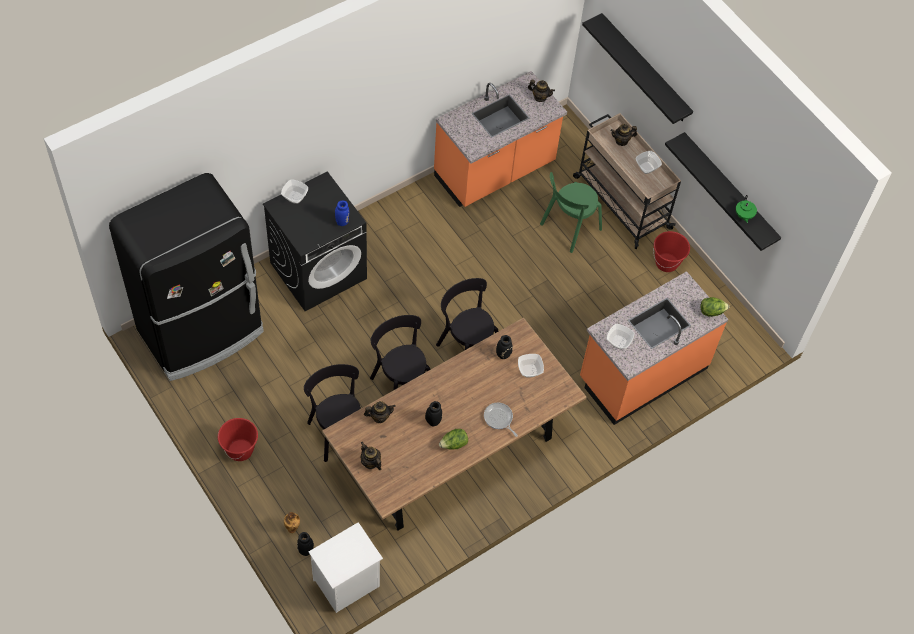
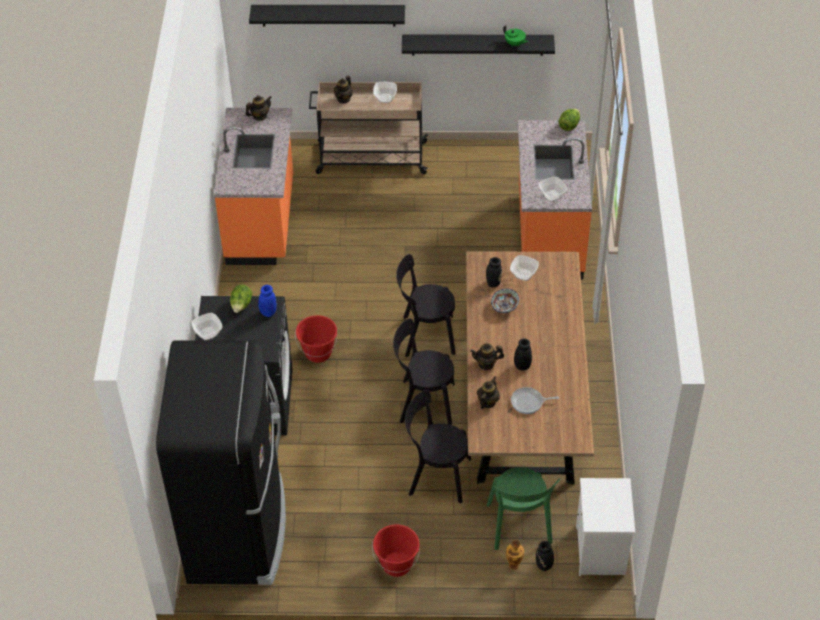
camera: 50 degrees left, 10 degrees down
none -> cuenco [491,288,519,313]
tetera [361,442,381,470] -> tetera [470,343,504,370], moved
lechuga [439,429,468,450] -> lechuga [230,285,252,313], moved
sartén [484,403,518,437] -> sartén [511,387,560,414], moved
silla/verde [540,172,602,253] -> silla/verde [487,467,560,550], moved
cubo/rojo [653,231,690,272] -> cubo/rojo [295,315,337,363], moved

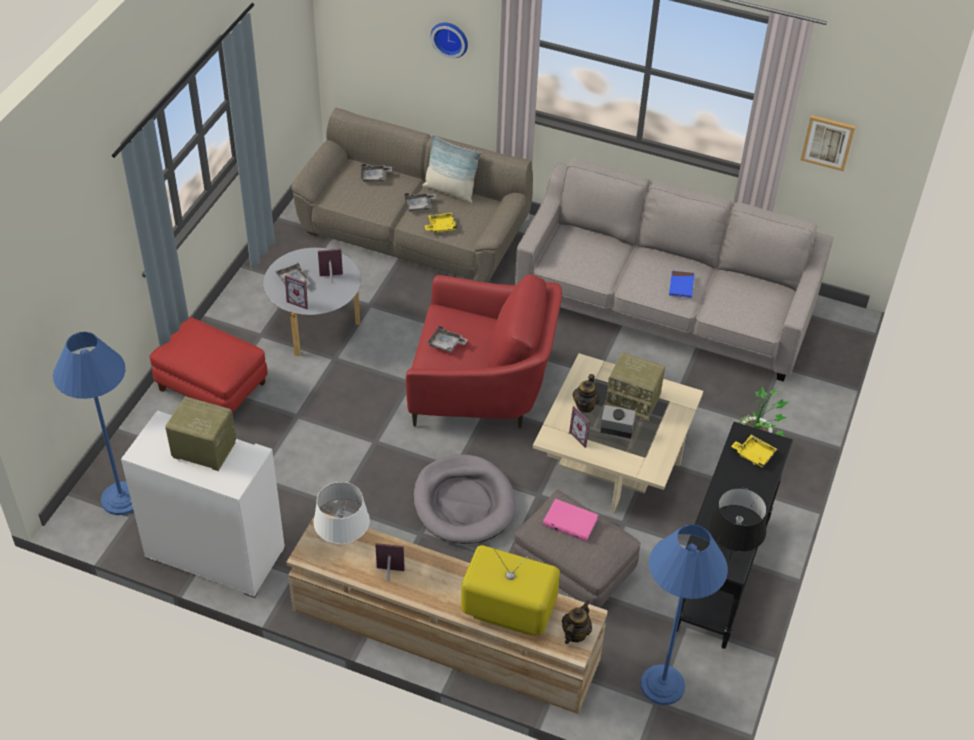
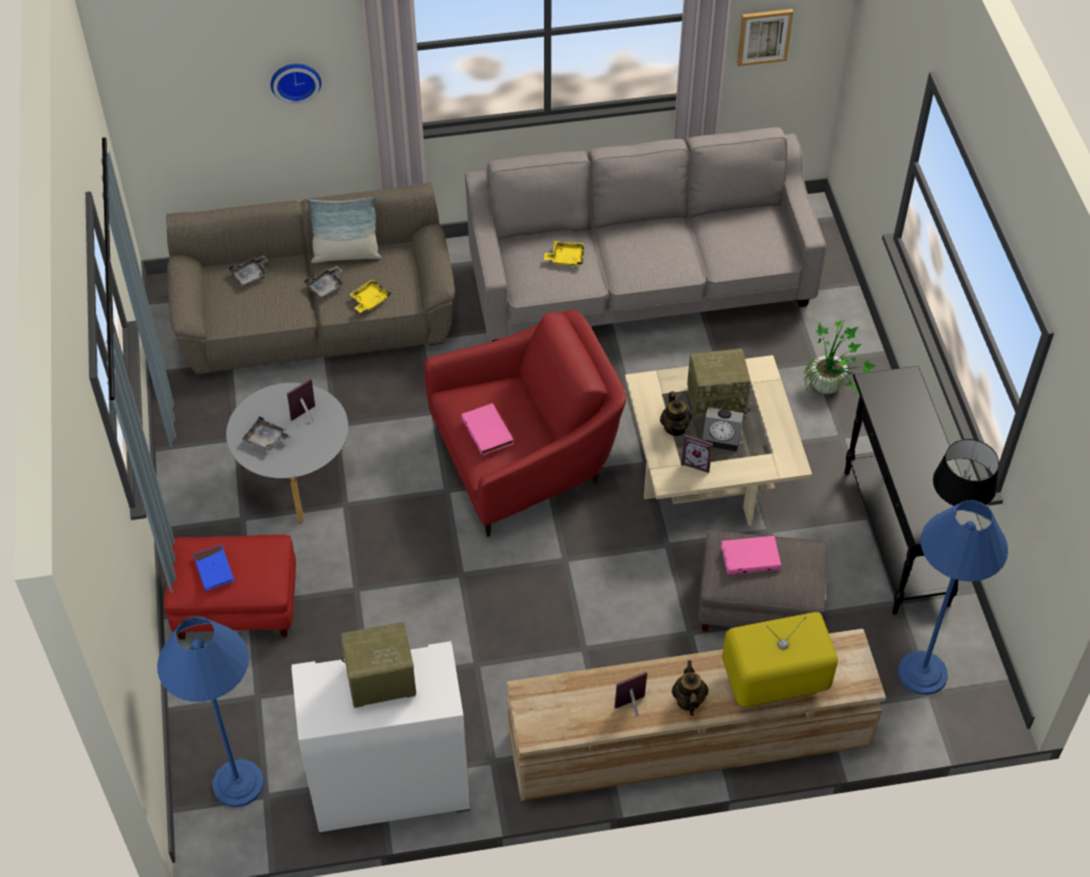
camera: 30 degrees left, 5 degrees up
portarretratos [285,275,308,309] -> none
lámpara de mesa/blanco [314,482,370,550] -> none
cama para perro/gris [413,454,516,544] -> none
tetera [562,600,592,644] -> tetera [672,660,709,716], moved
libro/azul [669,271,695,298] -> libro/azul [193,545,234,591], moved
bandeja/amarillo [731,435,777,467] -> bandeja/amarillo [544,241,585,266], moved
bandeja/gris [427,326,468,352] -> libro/rosa [461,403,513,456]
despertador [600,405,636,439] -> despertador [702,407,743,451], 150 degrees counterclockwise

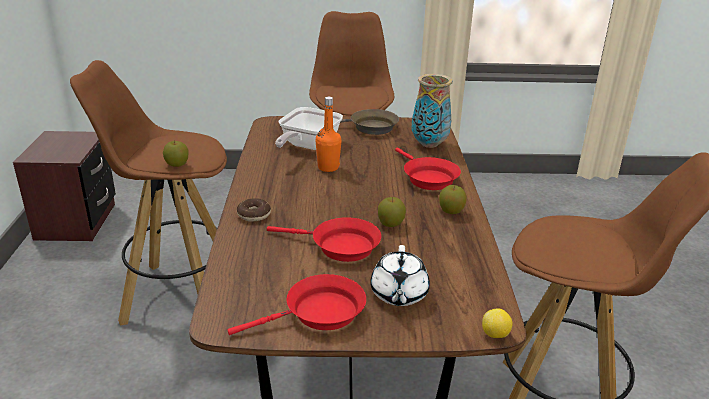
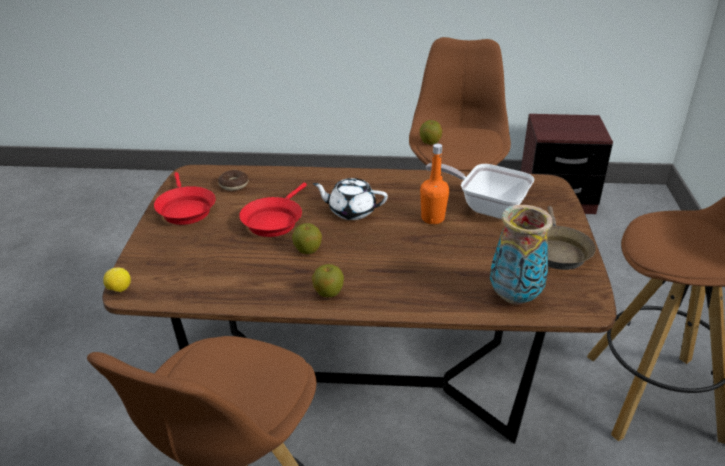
camera: 95 degrees right, 5 degrees up
sartén/rojo [395,148,461,190] -> none
rosquilla [237,198,271,222] -> rosquilla [218,170,248,191], moved
tetera/blanco [370,245,430,306] -> tetera/blanco [312,178,388,220], moved

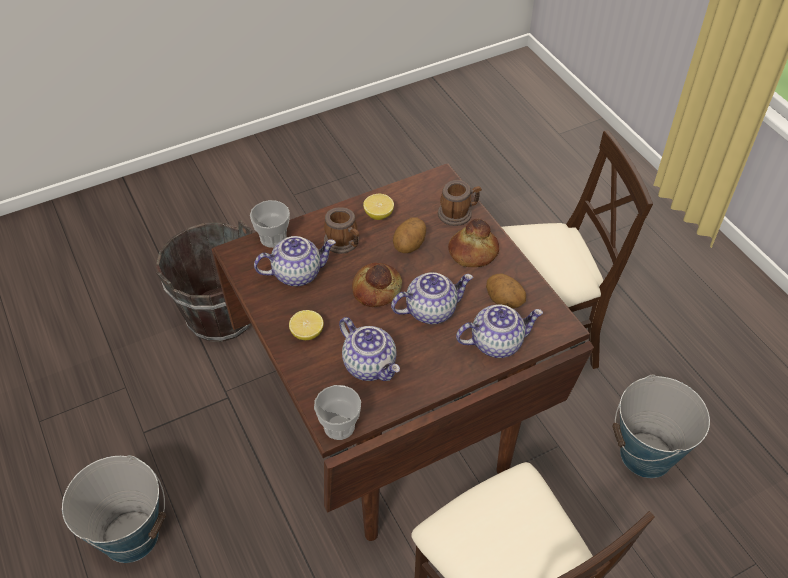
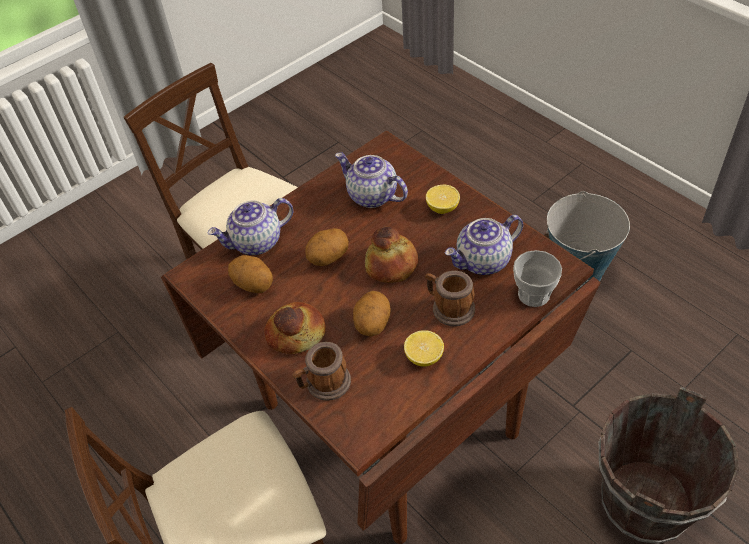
camera: 170 degrees right, 0 degrees up
taza [314,385,361,440] -> none
cubo [612,374,710,478] -> none
tetera [391,272,473,324] -> patata [305,228,349,266]

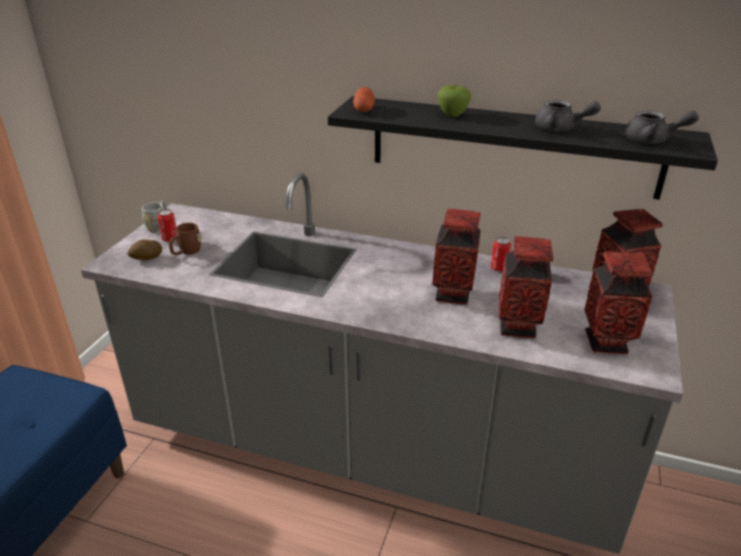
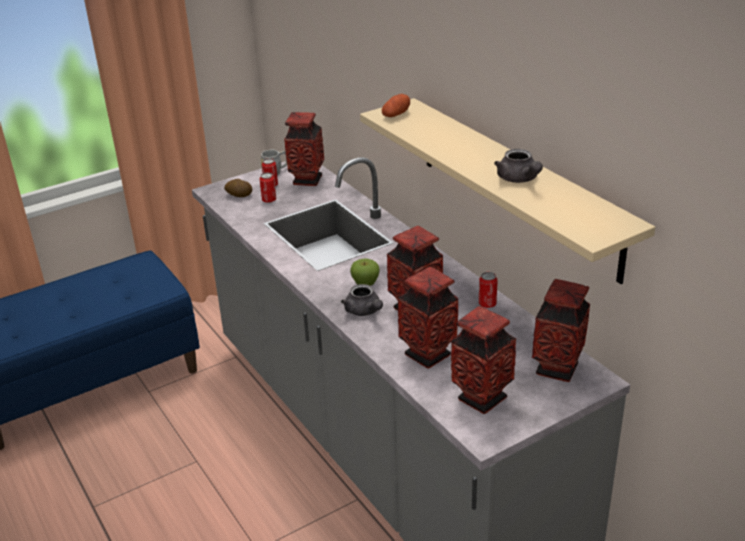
camera: 40 degrees right, 0 degrees up
none -> florero [284,112,325,186]
manzana [438,85,471,117] -> manzana [350,259,380,286], moved
tetera/gris [624,110,699,144] -> tetera/gris [341,284,383,316], moved
taza grande/marrón [169,223,201,255] -> lata [260,172,276,203]
estante/negro [328,96,718,200] -> estante/beis [360,98,655,284]

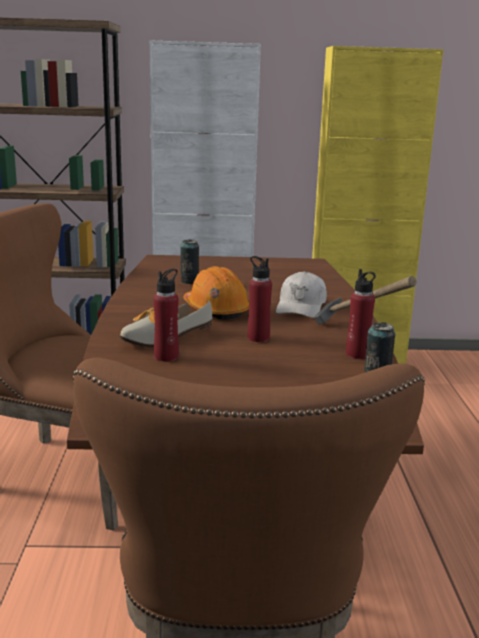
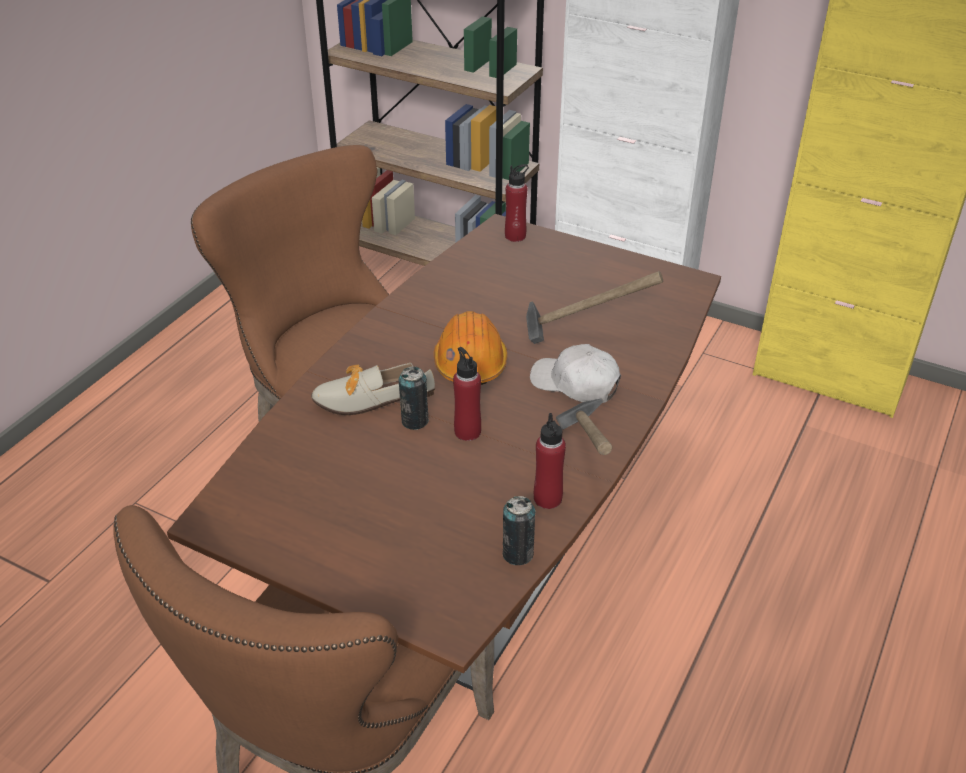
camera: 30 degrees right, 20 degrees up
none -> martillo [526,271,663,344]
botella/rojo [153,269,179,362] -> botella/rojo [505,164,529,242], moved
lata [180,239,199,284] -> lata [399,366,429,430], moved
gorra/blanco [276,271,327,318] -> gorra/blanco [530,344,621,403], 75 degrees clockwise

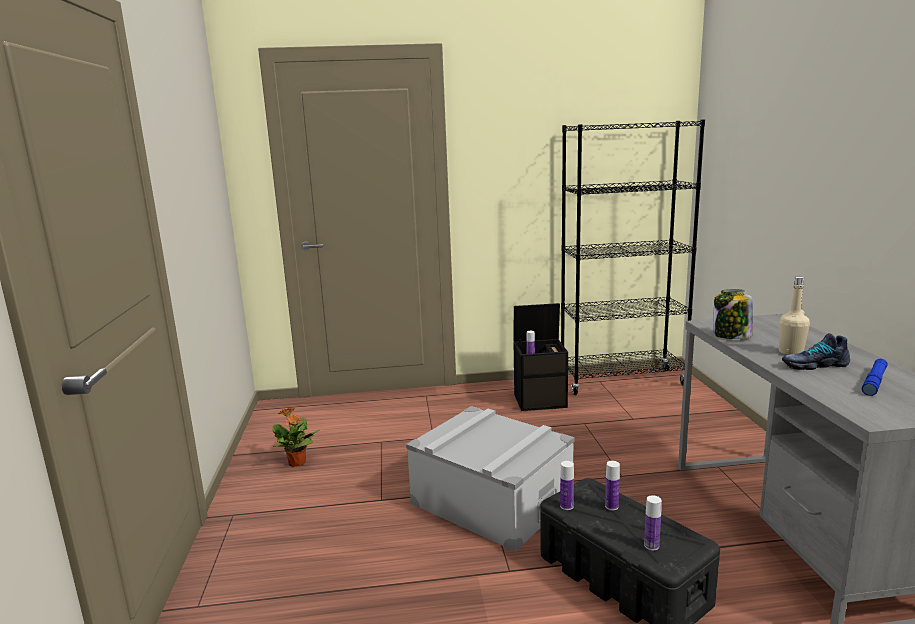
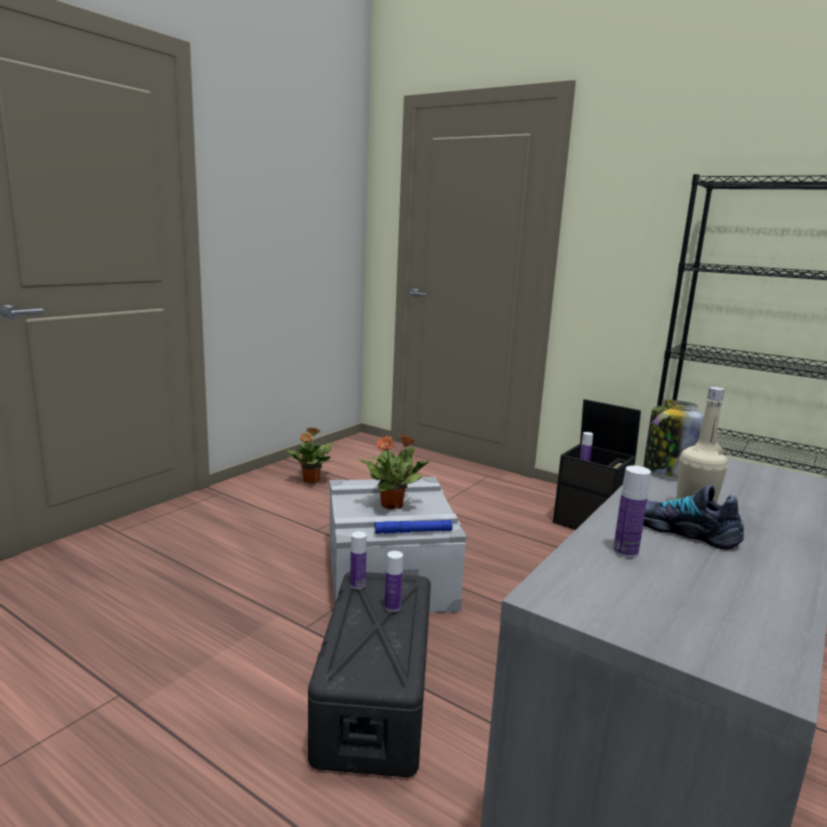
camera: 40 degrees right, 0 degrees up
none -> planta en maceta [359,434,430,510]
botella [644,495,662,550] -> botella [613,466,651,558], moved
linterna/azul [862,359,888,396] -> linterna/azul [375,520,452,534], moved

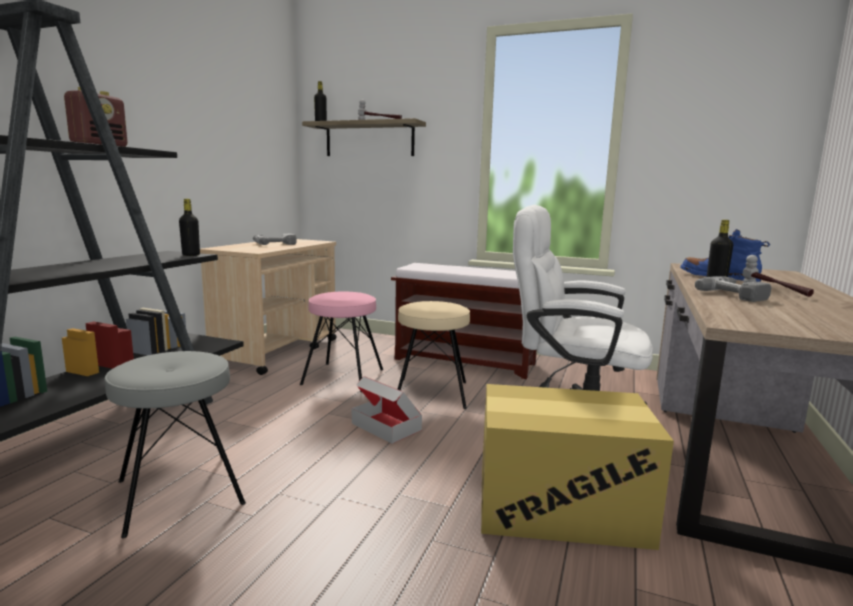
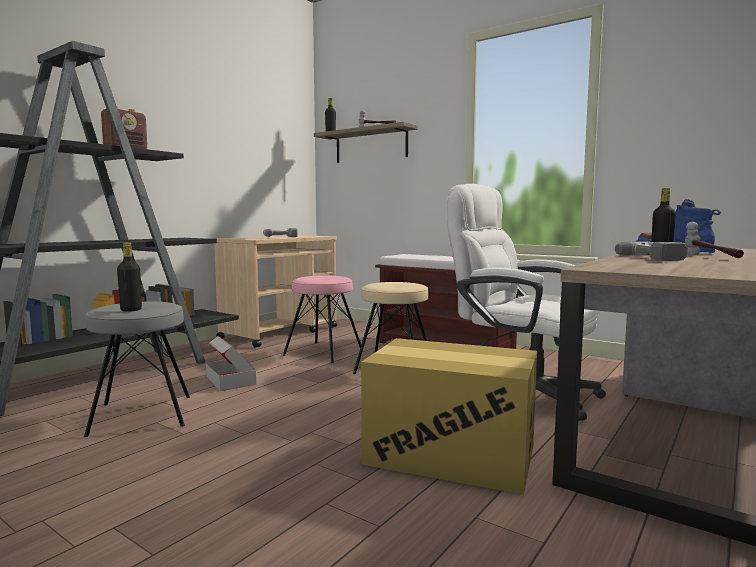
camera: 15 degrees right, 5 degrees down
botella/negro [179,199,200,256] -> botella/negro [117,242,142,312], moved
caja de cartón [352,376,422,444] -> caja de cartón [206,336,256,391], moved

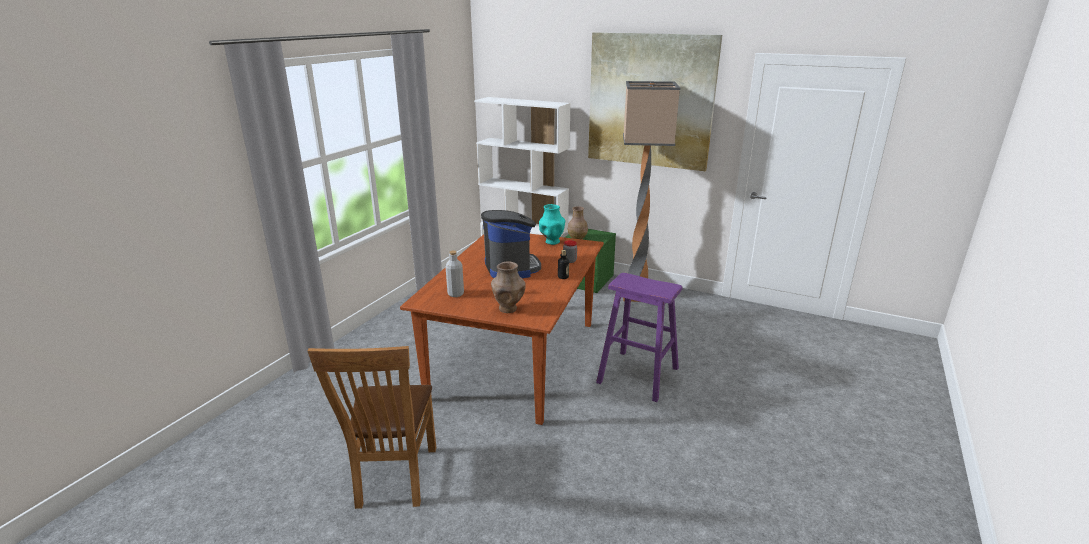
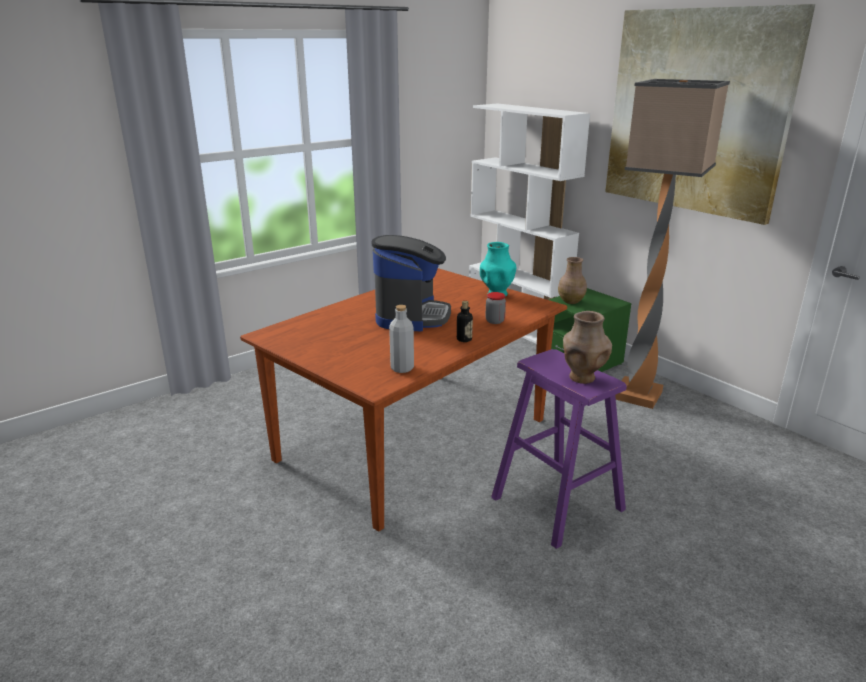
camera: 25 degrees right, 0 degrees up
silla/marrón [308,346,436,509] -> none
botella/gris [446,251,464,297] -> botella/gris [389,305,414,373], moved
florero/marrón [491,261,526,313] -> florero/marrón [563,311,612,384], moved

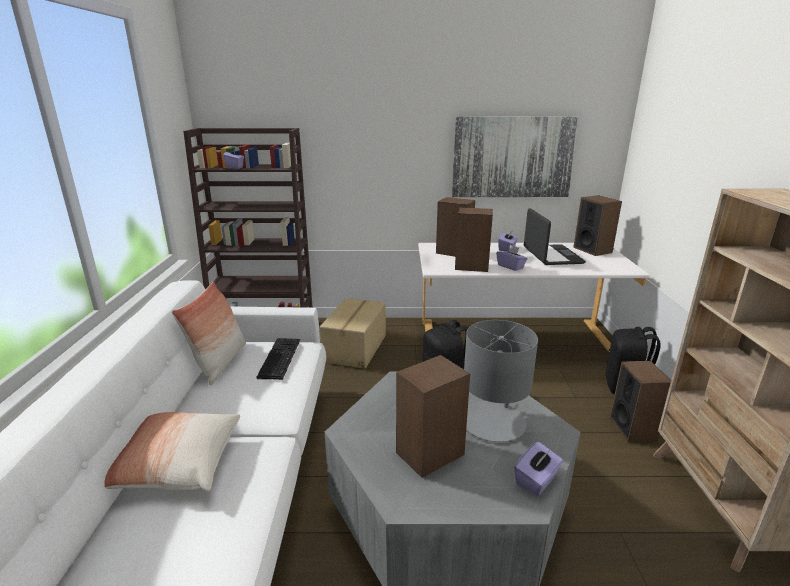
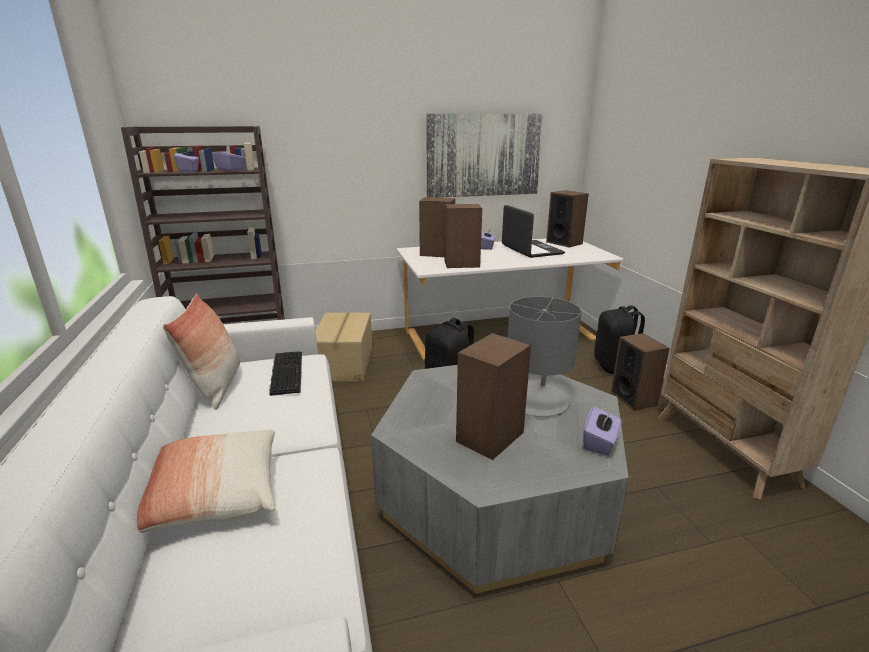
camera: 15 degrees left, 0 degrees up
caja de pañuelos/morado [496,245,528,271] -> caja de pañuelos/morado [212,146,246,171], moved

